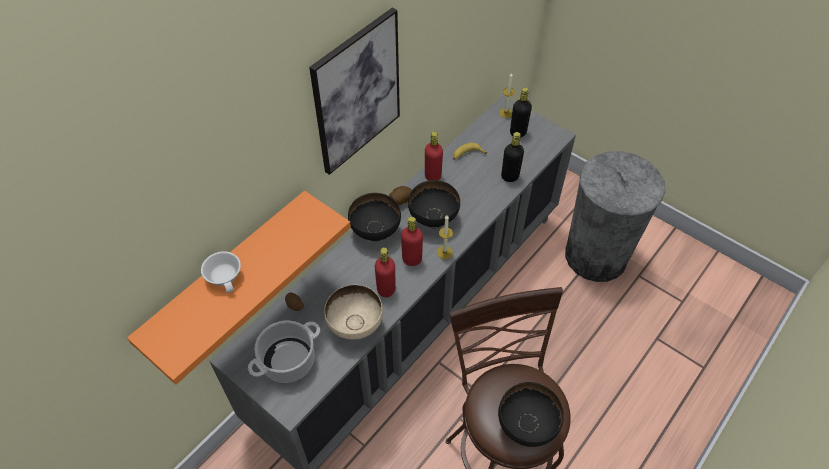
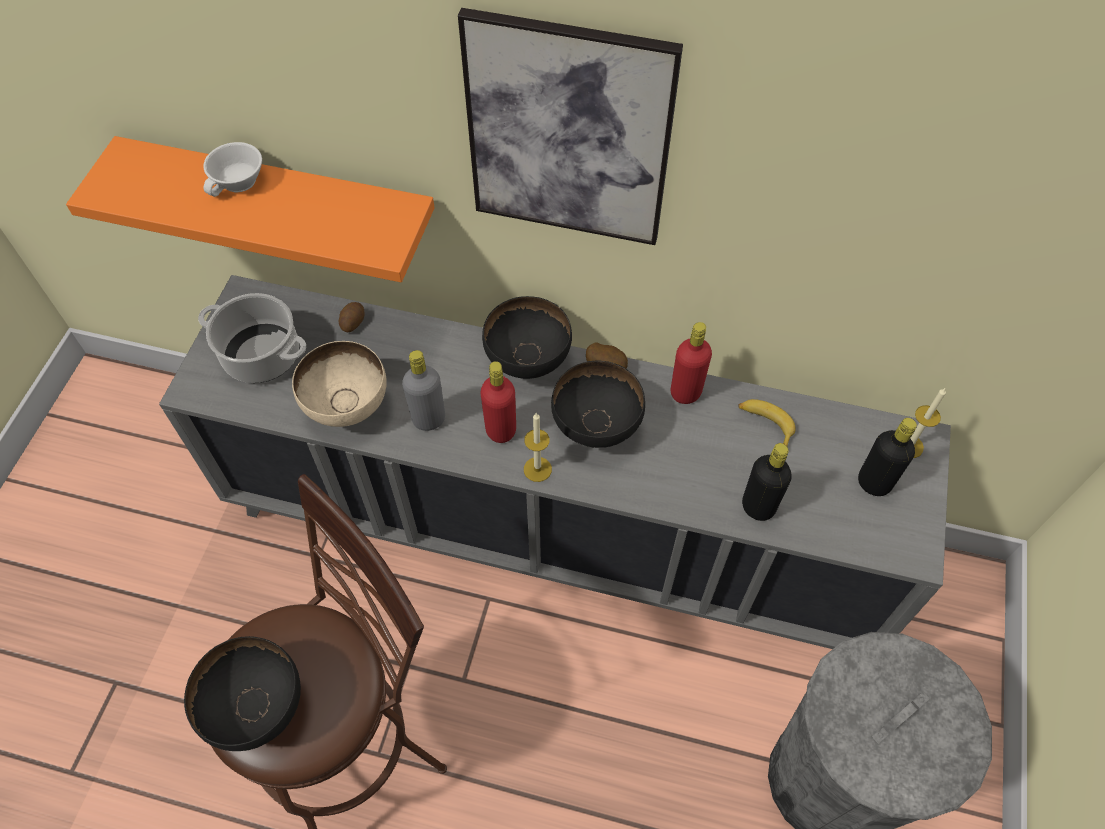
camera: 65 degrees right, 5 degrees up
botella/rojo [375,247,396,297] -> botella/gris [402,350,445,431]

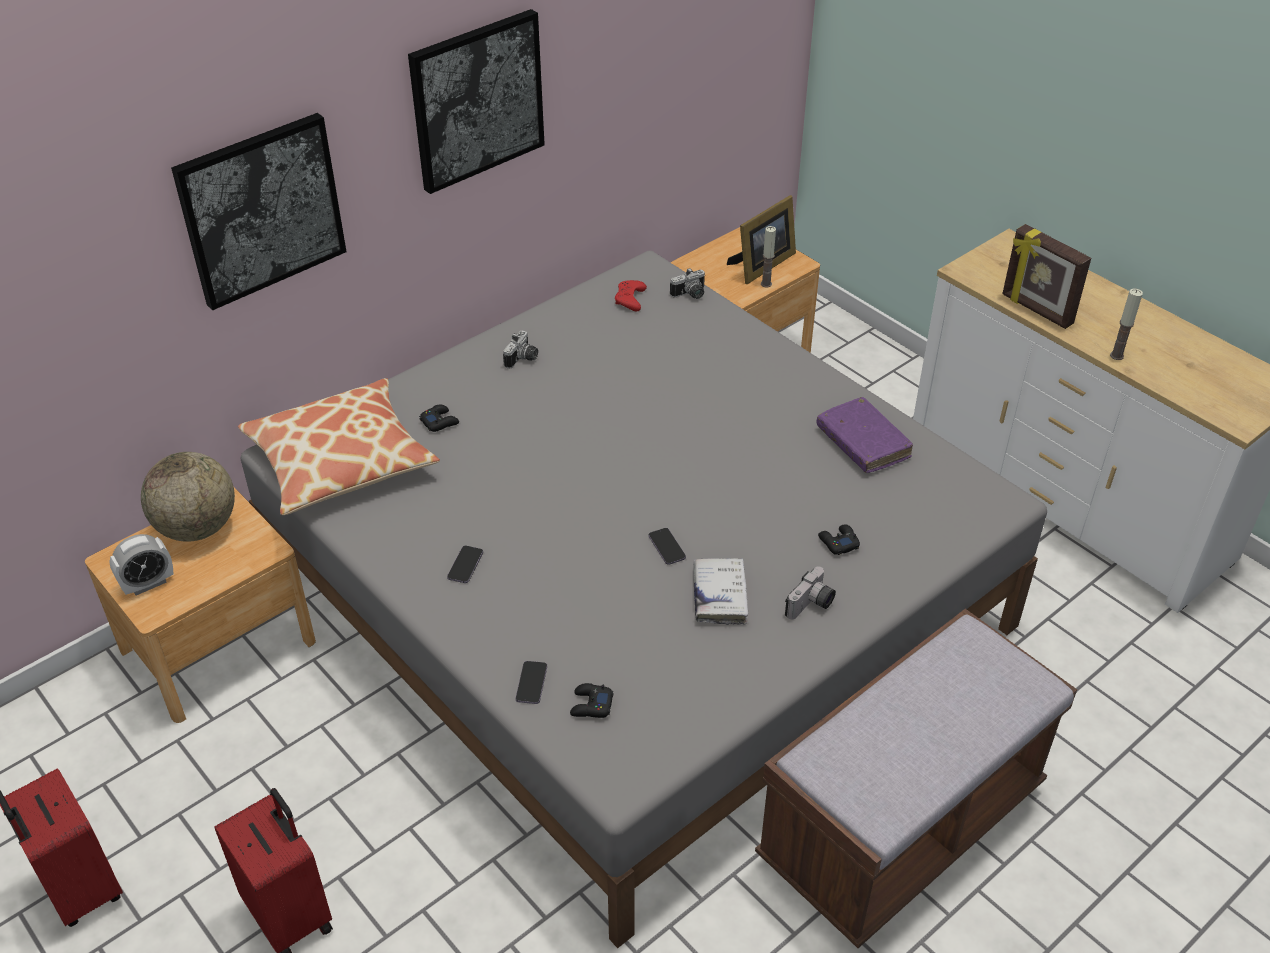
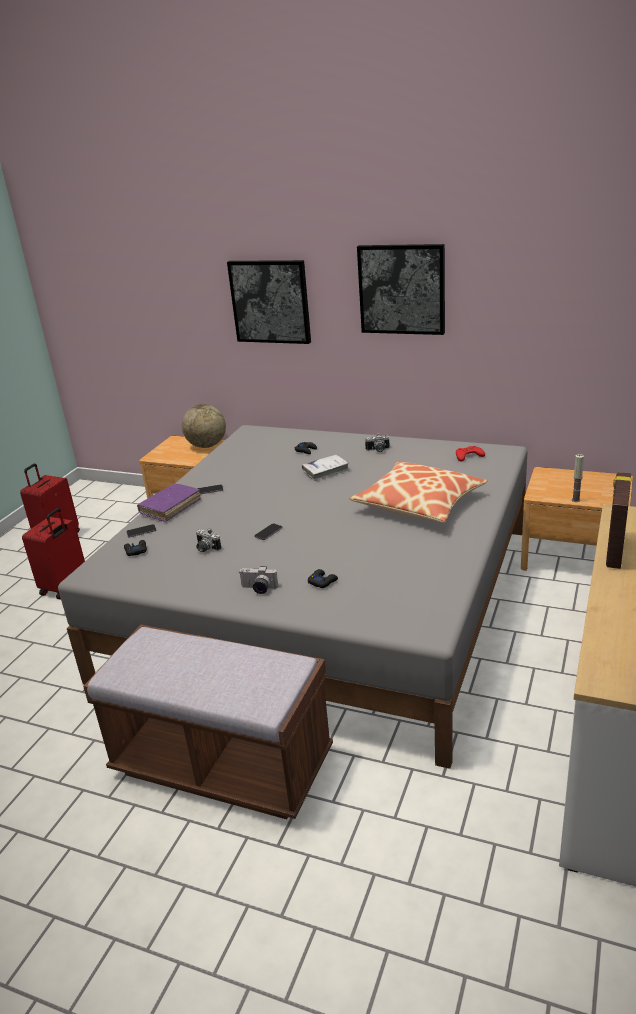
camera: 65 degrees right, 15 degrees down
despertador [109,534,173,595] -> none
portarretratos [727,195,796,284] -> none
vela [1110,288,1143,360] -> none
cojín [238,378,440,515] -> cojín [349,462,488,523], moved
cámara [670,269,705,299] -> cámara [196,528,221,552], moved
libro/blanco [693,558,748,625] -> libro/blanco [302,455,350,481], moved
libro/morado [817,397,913,473] -> libro/morado [137,484,201,522], moved

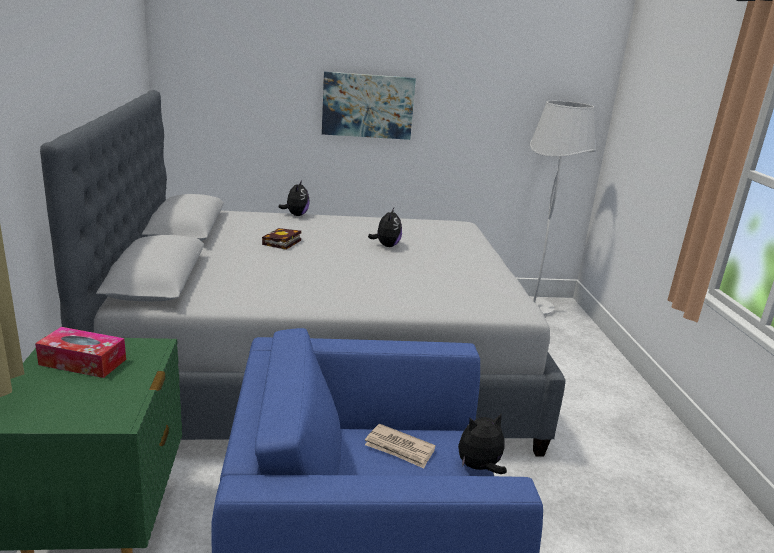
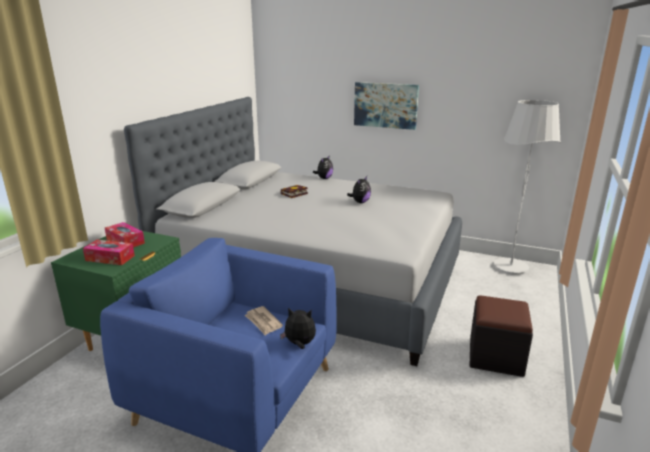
camera: 30 degrees right, 0 degrees up
none -> caja de pañuelos [83,240,135,265]
none -> puf/negro [470,295,533,377]

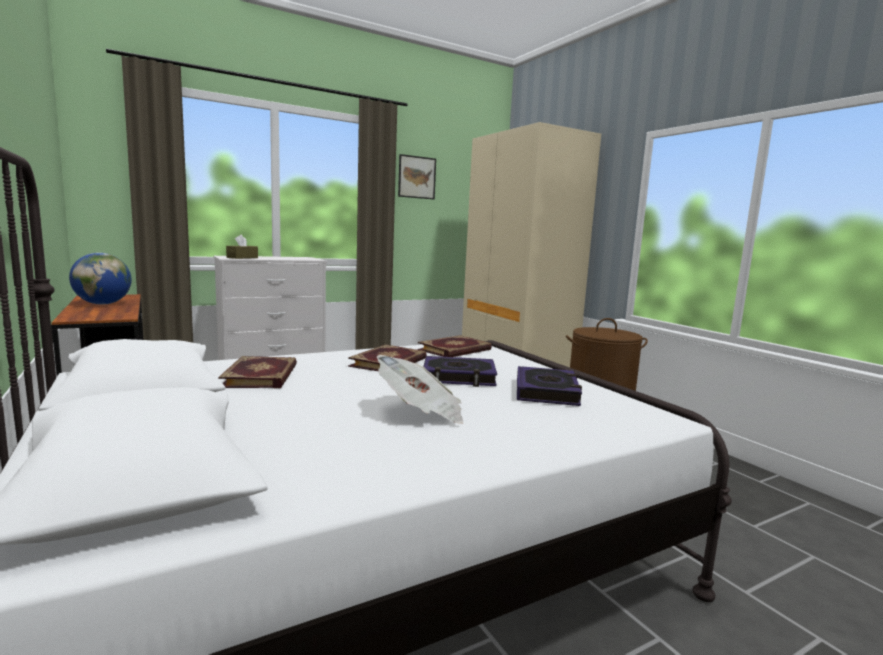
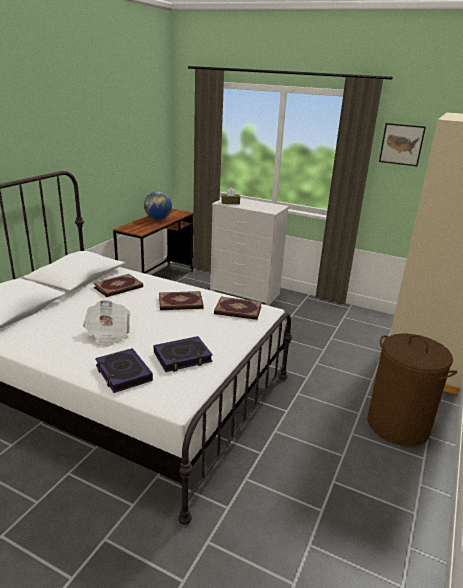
camera: 55 degrees right, 15 degrees up
libro [423,356,497,387] -> libro [95,348,153,393], moved

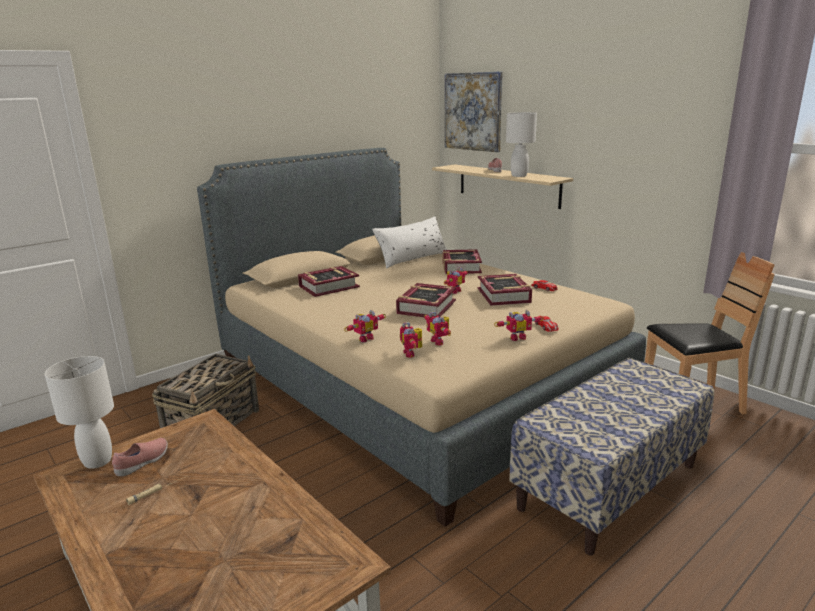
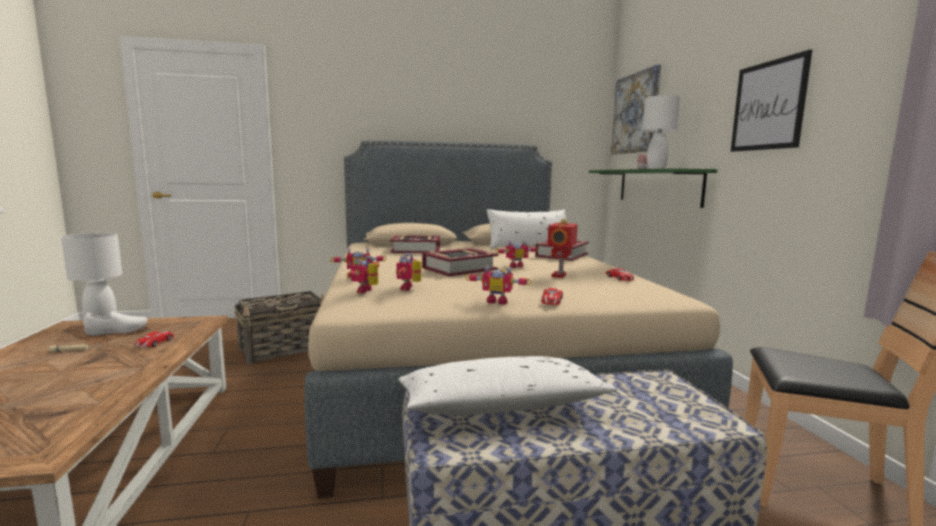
camera: 30 degrees right, 10 degrees down
none -> coche de juguete [134,331,174,348]
none -> cojín/blanco [399,356,618,415]
none -> cuadro [731,50,812,152]
libro [478,274,532,306] -> robot de juguete [547,219,578,278]
zapato/rosa [112,438,168,476] -> zapato/blanco [83,311,148,336]
estante/beis [432,164,573,209] -> estante/verde [589,168,717,208]

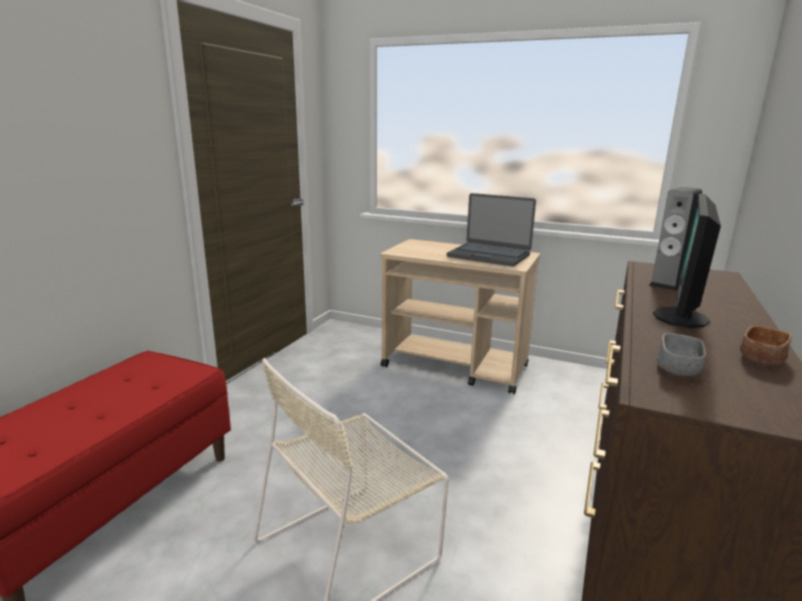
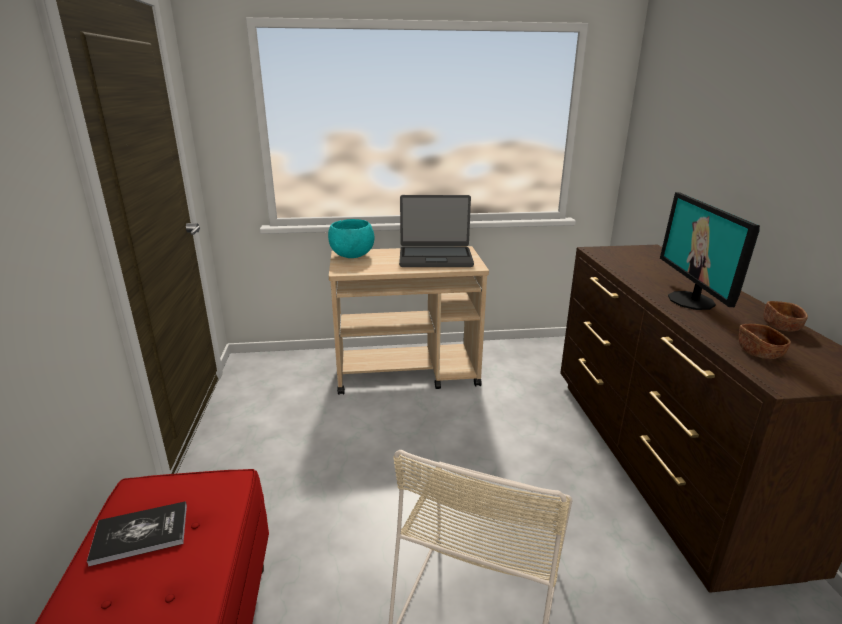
camera: 30 degrees left, 5 degrees up
altavoz [649,187,702,291] -> none
none -> libro [87,501,187,567]
none -> cuenco/turquesa [328,219,374,258]
cuenco/gris [657,333,706,376] -> cuenco/marrón [739,324,791,359]

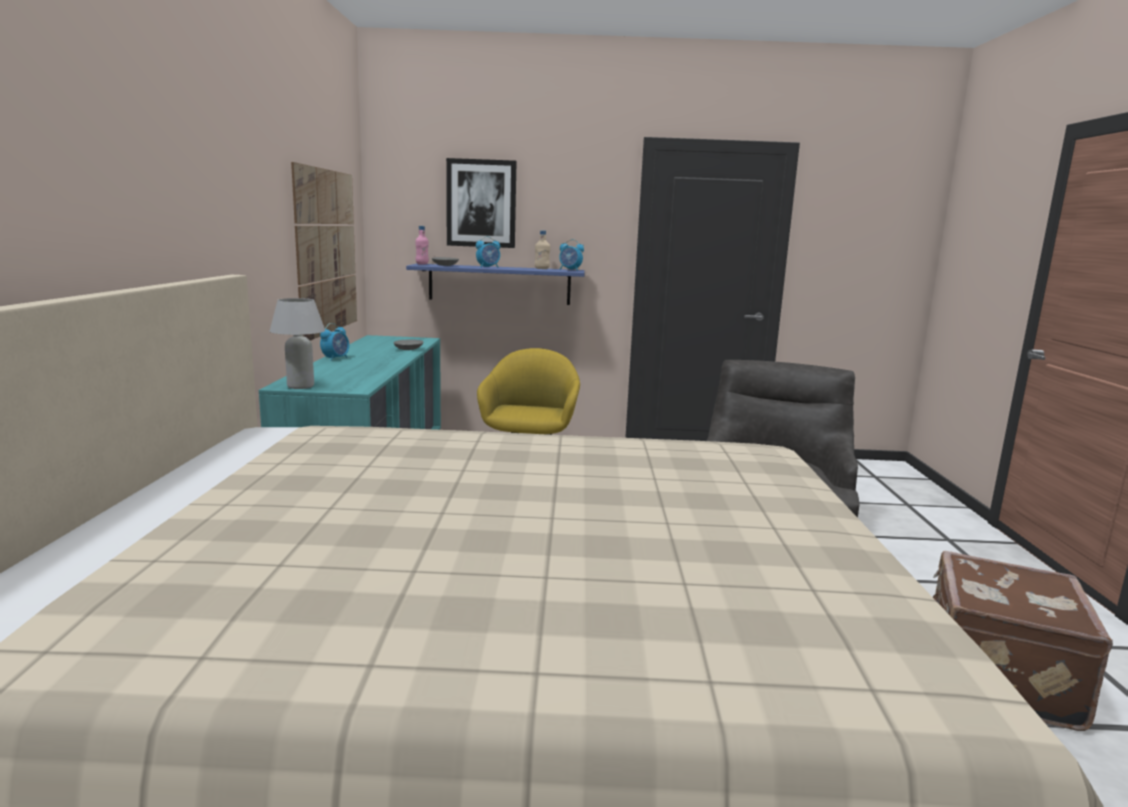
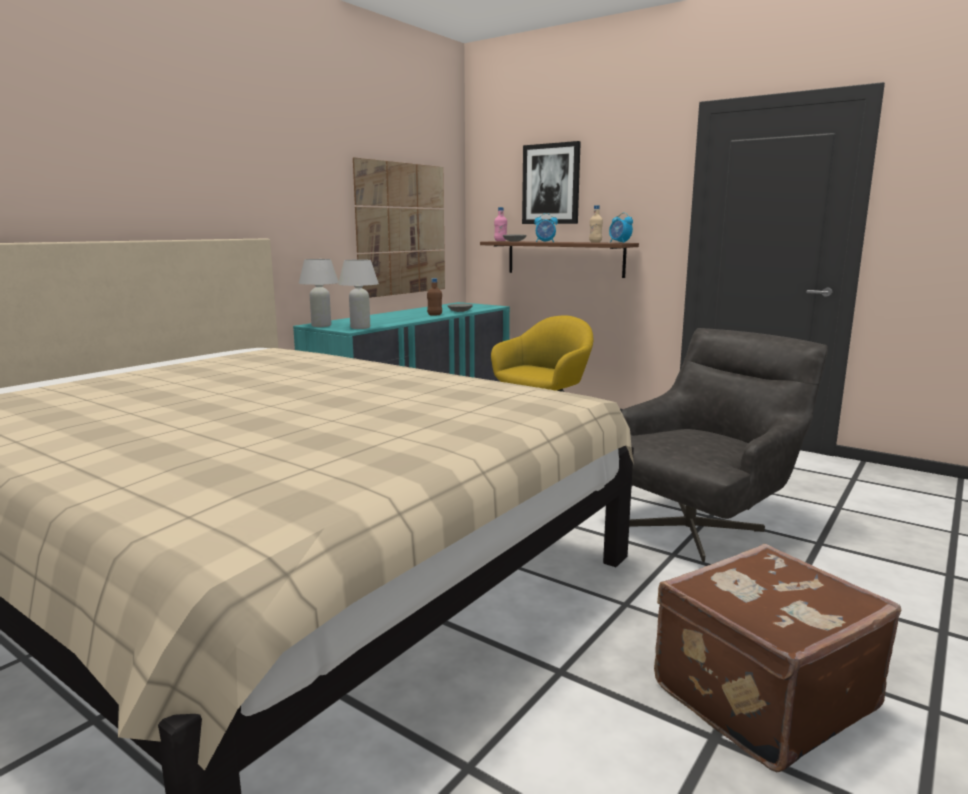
camera: 35 degrees right, 0 degrees up
despertador [320,323,349,361] -> none
none -> lámpara de mesa/blanco [338,259,379,329]
none -> botella/marrón [427,278,442,315]
estante/azul [406,264,584,305] -> estante/marrón [480,241,639,278]

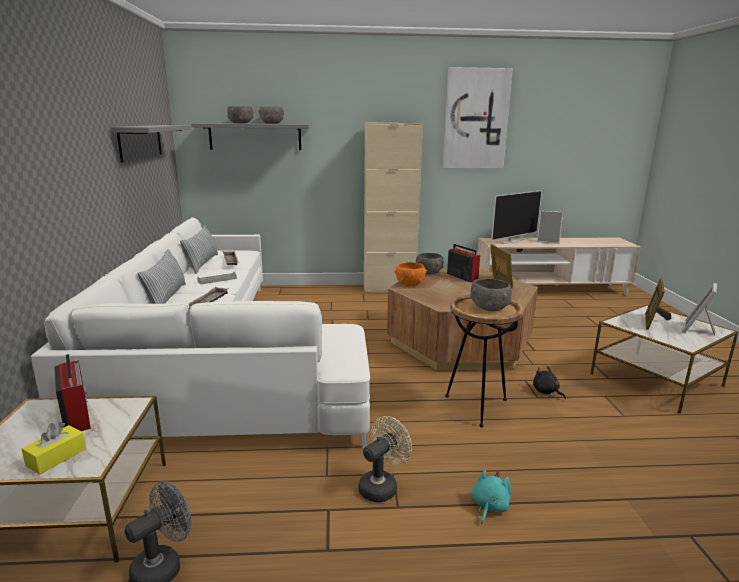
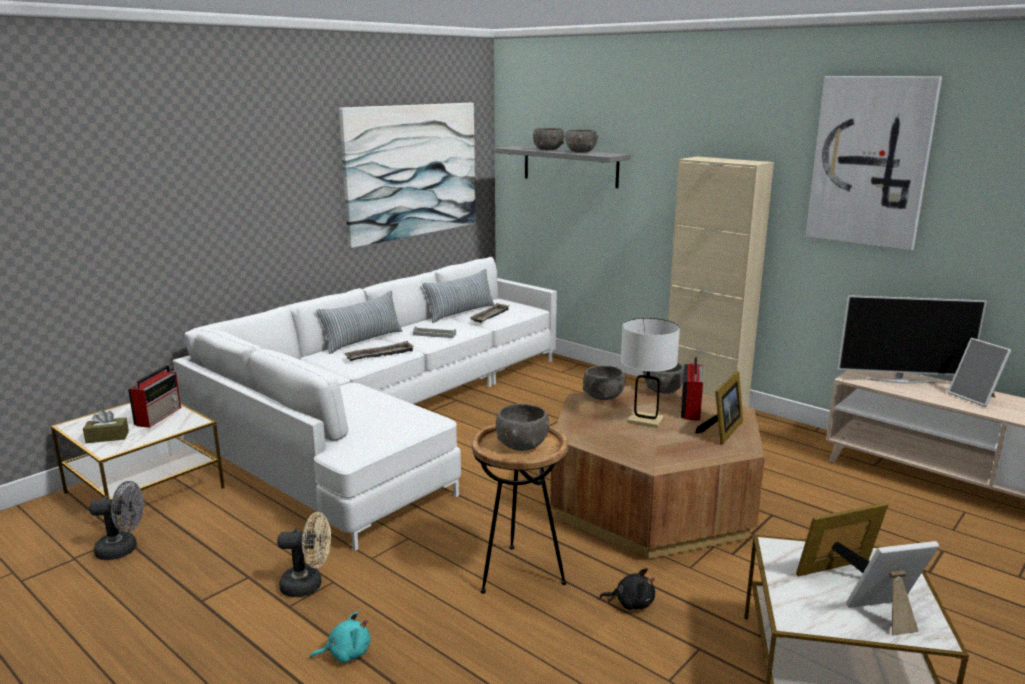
camera: 45 degrees right, 0 degrees up
none -> lámpara de mesa/blanco [621,318,680,428]
estante/gris [111,125,190,162] -> cuadro [339,103,476,248]
caja de pañuelos/amarillo [21,422,86,475] -> caja de pañuelos/marrón [83,409,129,443]
cuenco/naranja [394,262,427,286] -> cuenco/gris [583,366,626,400]
peluche/negro [533,366,566,399] -> peluche/negro [600,568,655,610], 90 degrees clockwise

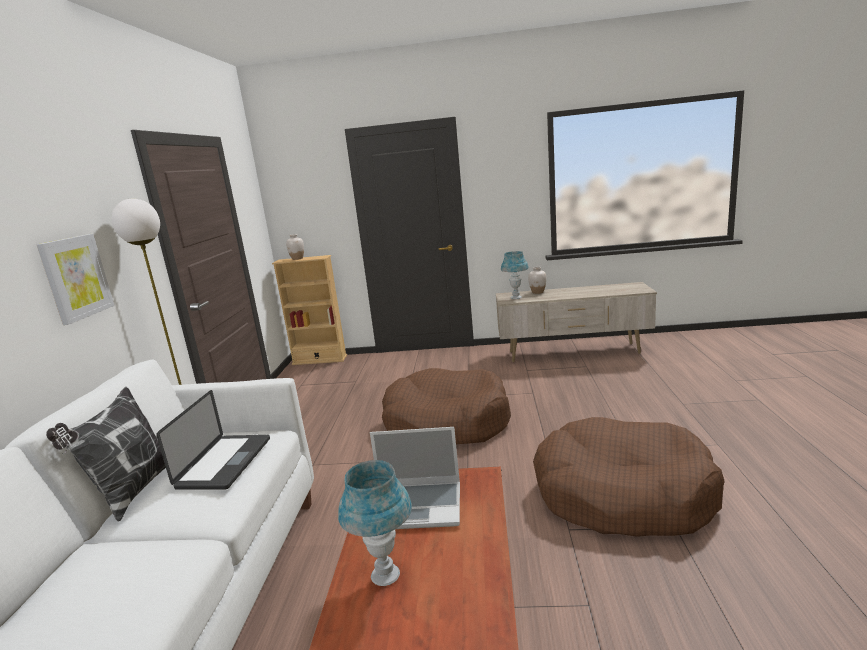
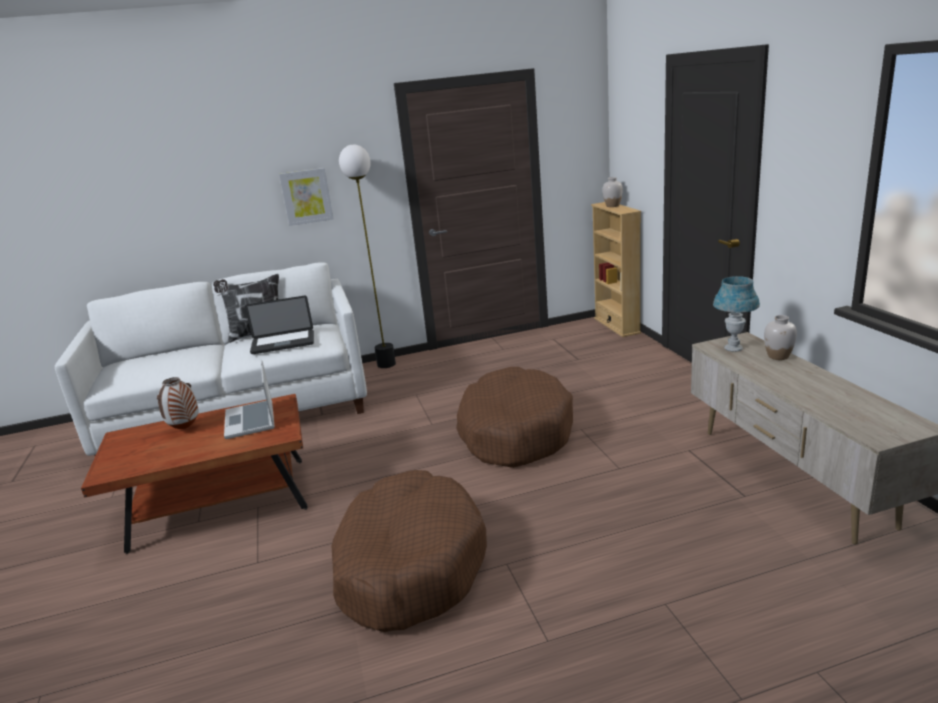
camera: 70 degrees right, 5 degrees up
lámpara de mesa/azul [338,460,412,586] -> florero [157,377,199,429]

